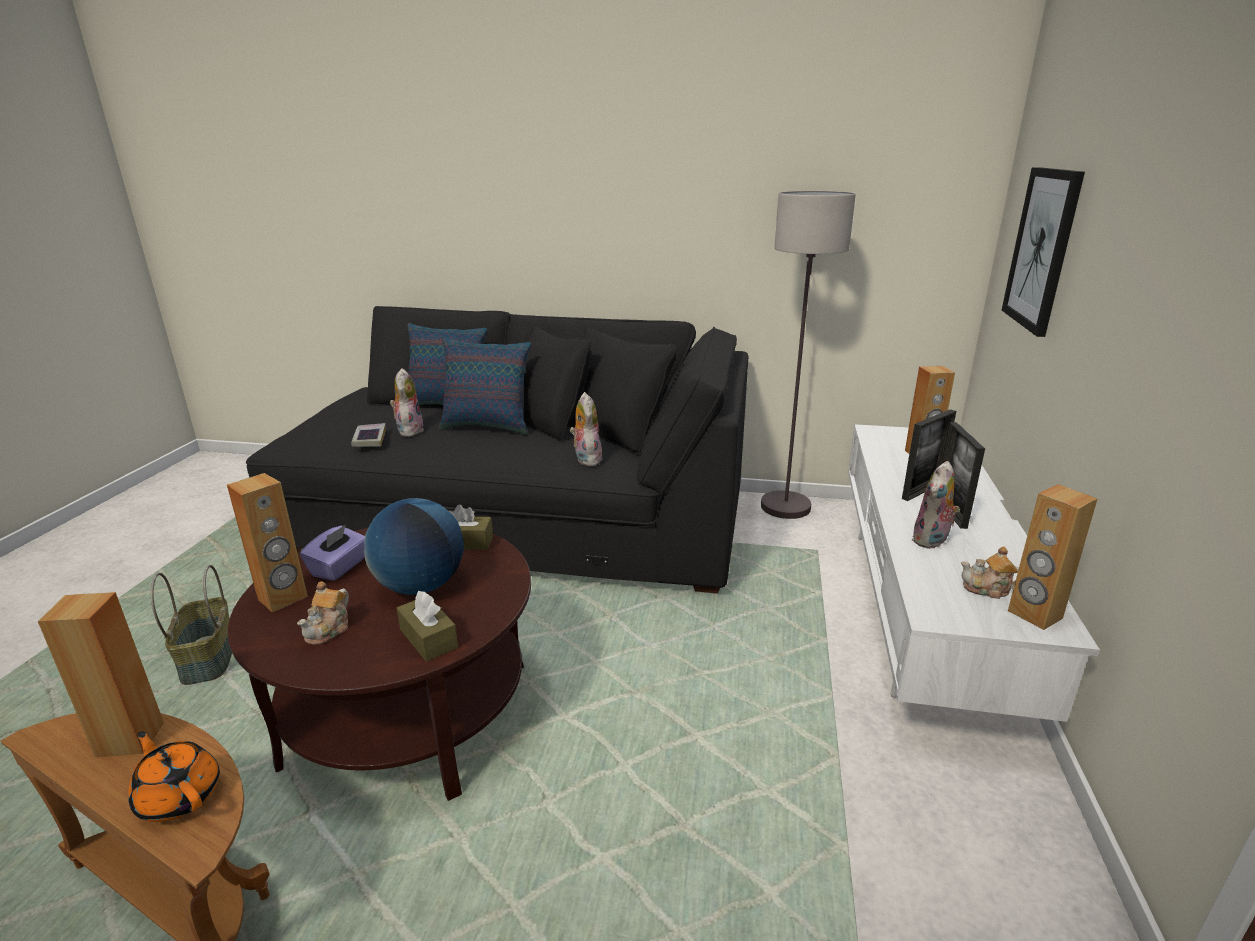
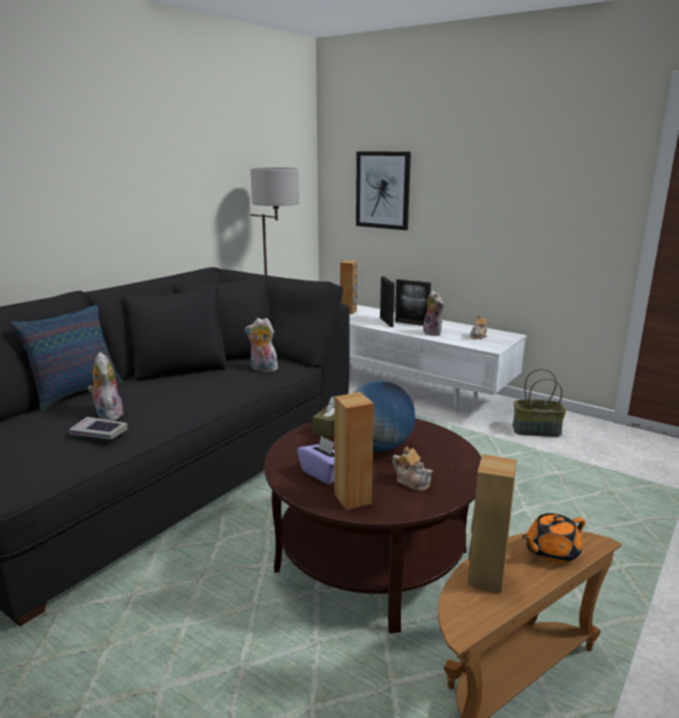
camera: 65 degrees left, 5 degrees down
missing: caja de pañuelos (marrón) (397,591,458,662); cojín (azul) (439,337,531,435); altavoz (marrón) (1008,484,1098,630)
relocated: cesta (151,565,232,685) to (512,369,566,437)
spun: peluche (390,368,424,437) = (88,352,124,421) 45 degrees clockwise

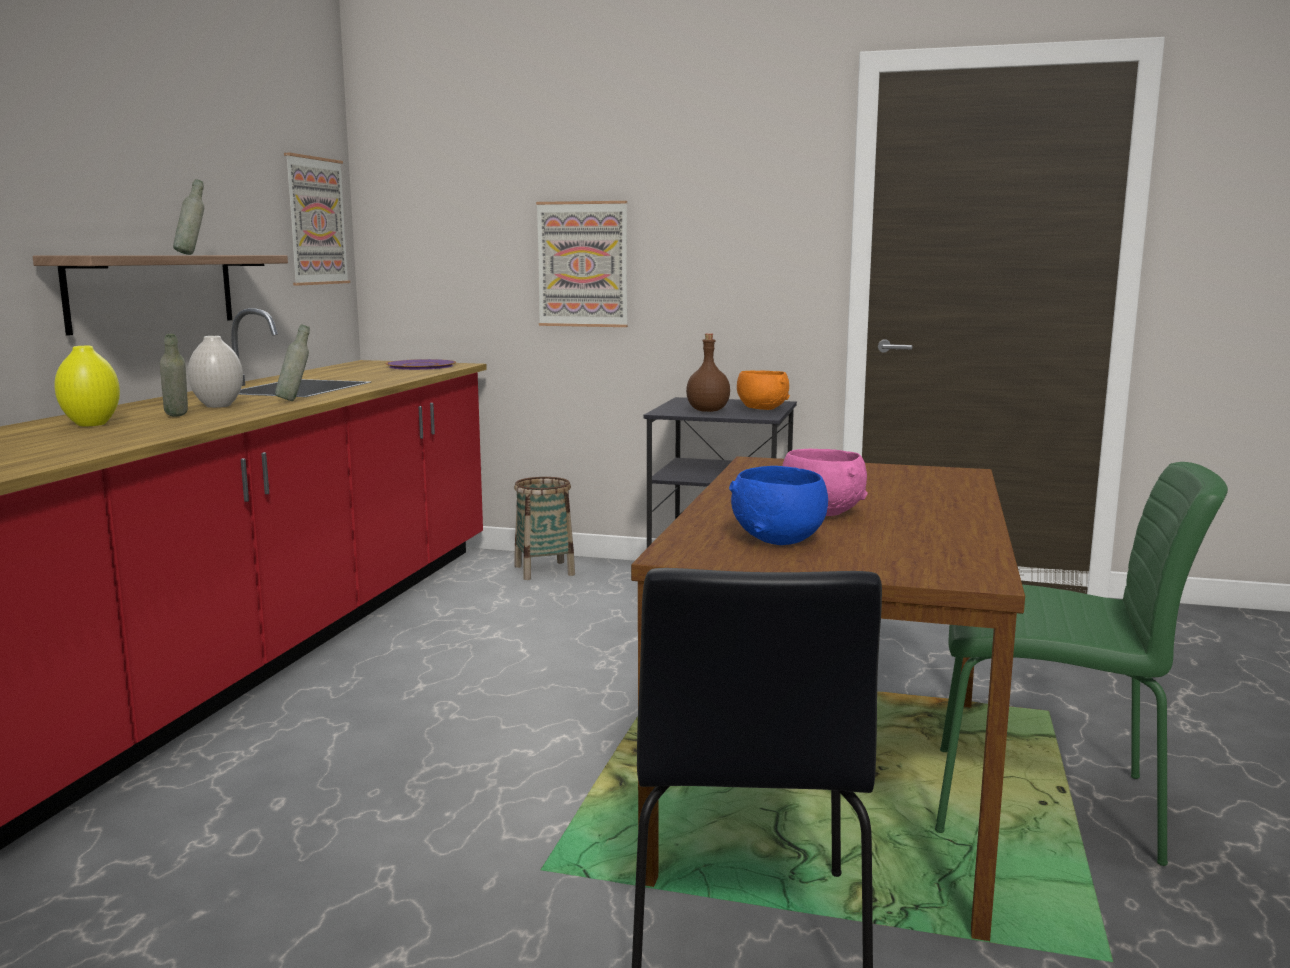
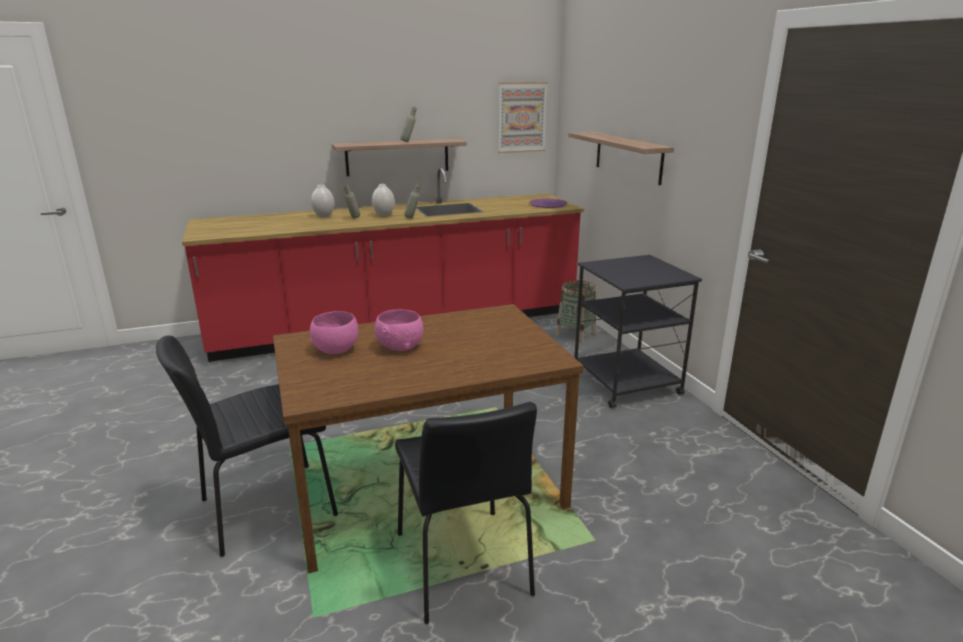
camera: 55 degrees right, 10 degrees up
missing: botella (marrón) (686,333,730,412); cuenco (naranja) (737,371,790,410)
exchanged: cuadro (536,201,628,327) to estante (568,132,674,185)
colour: florero (amarillo) (55,346,120,426) to florero (blanco) (311,185,335,218); cuenco (azul) (729,466,828,545) to cuenco (rosa) (310,311,358,354); silla (verde) (935,462,1228,866) to silla (negro) (395,402,537,624)

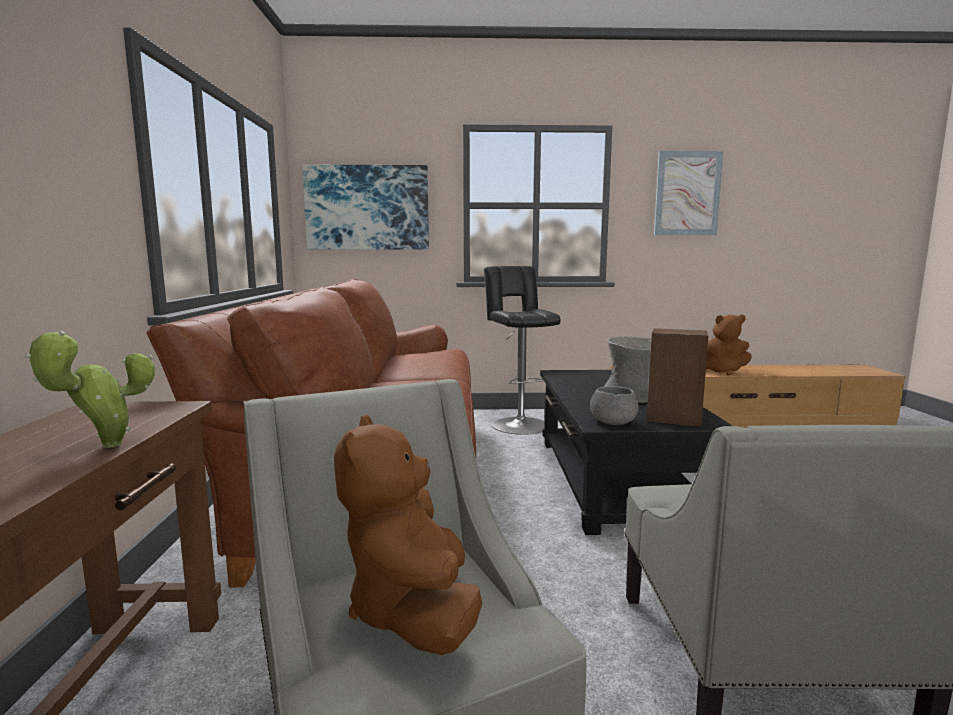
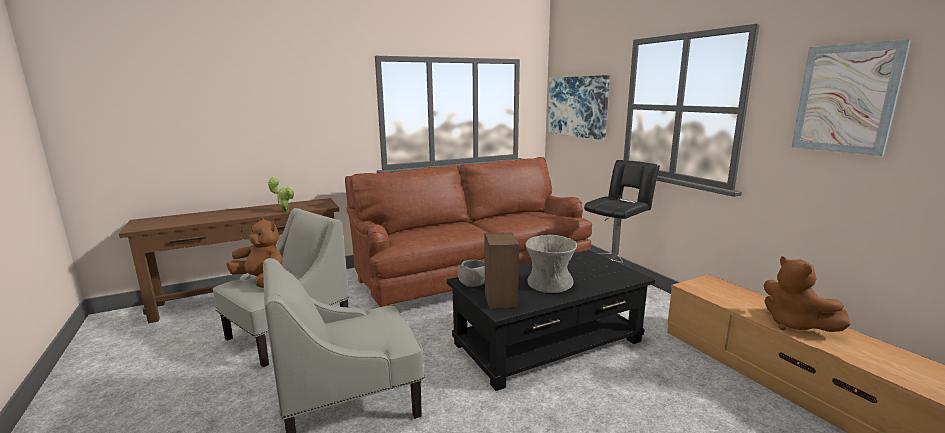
camera: 65 degrees right, 5 degrees up
spun: peluche (marrón) (334,415,482,655) = (226,217,282,288) 60 degrees clockwise

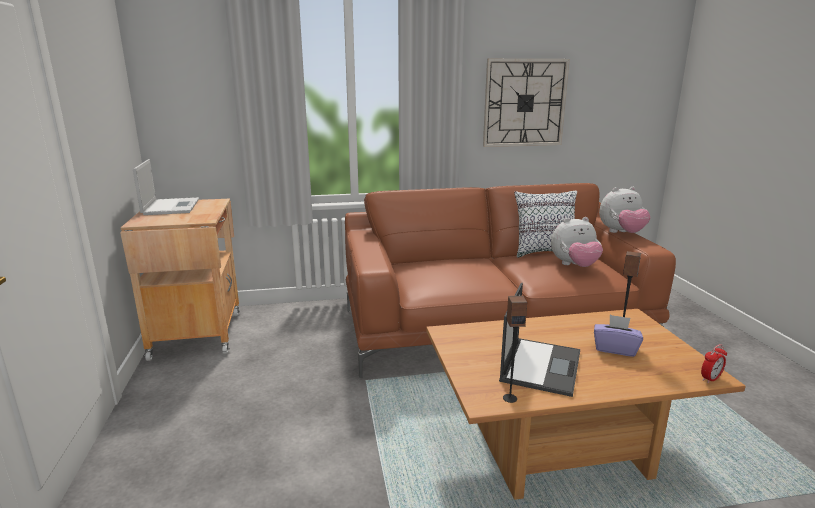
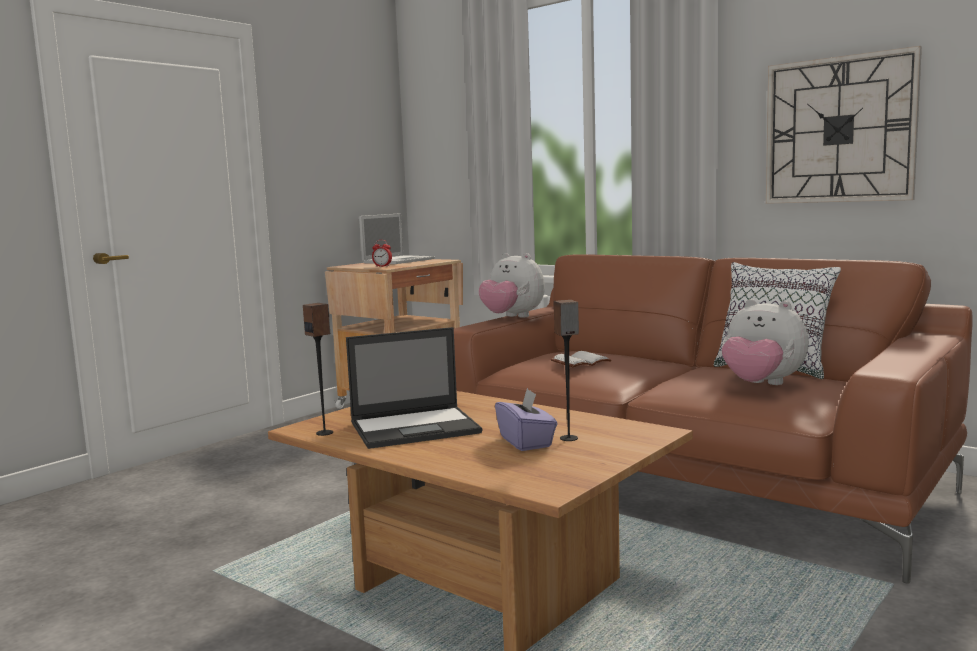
camera: 50 degrees right, 10 degrees down
appeared: libro (blanco) (551,351,611,367)
relocated: peluche (599,187,651,233) to (479,253,545,318); despertador (701,344,727,383) to (372,240,392,267)

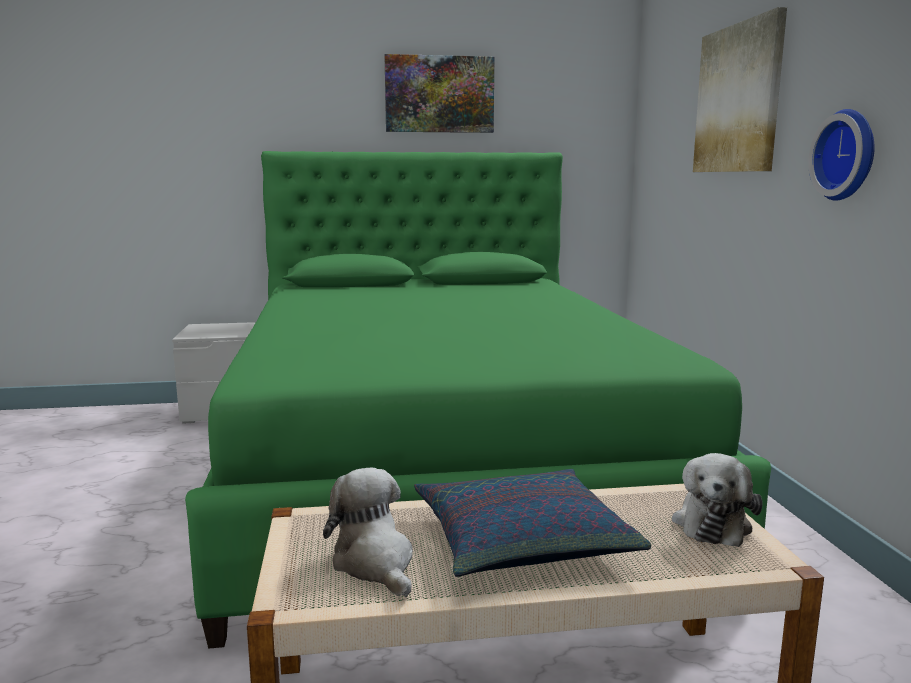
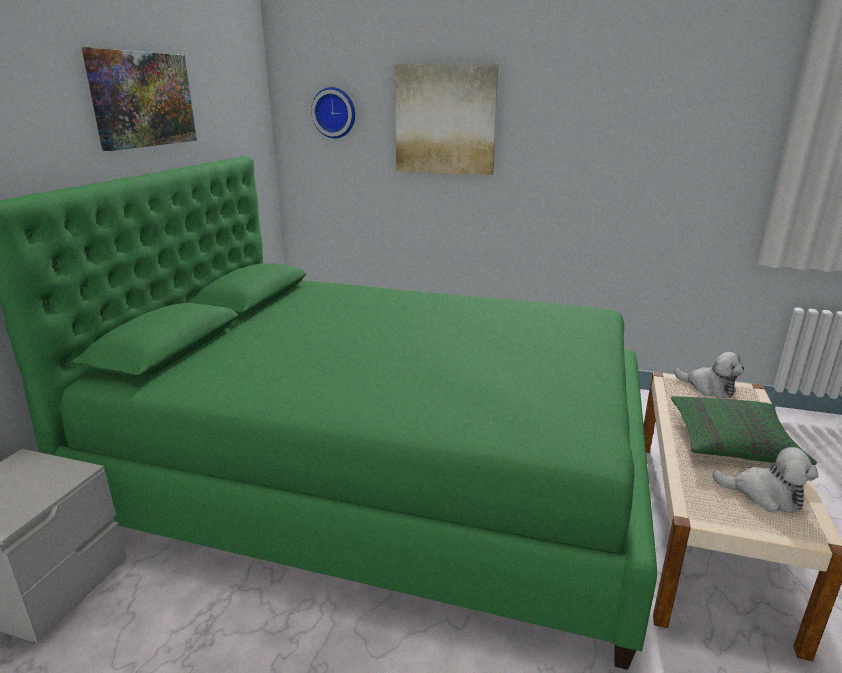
camera: 65 degrees left, 10 degrees up
relocated: reloj de pared (808,109,875,201) to (311,87,355,138)
colour: cojín (azul) (414,469,651,577) to cojín (verde) (671,396,817,465)
spun: peluche (323,468,413,597) = (713,447,818,513) 150 degrees counterclockwise

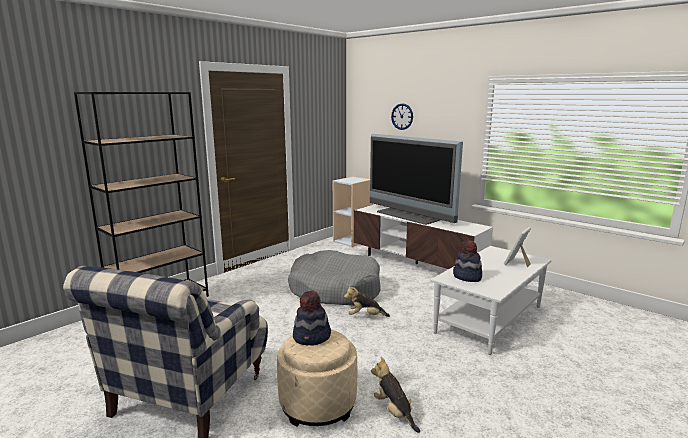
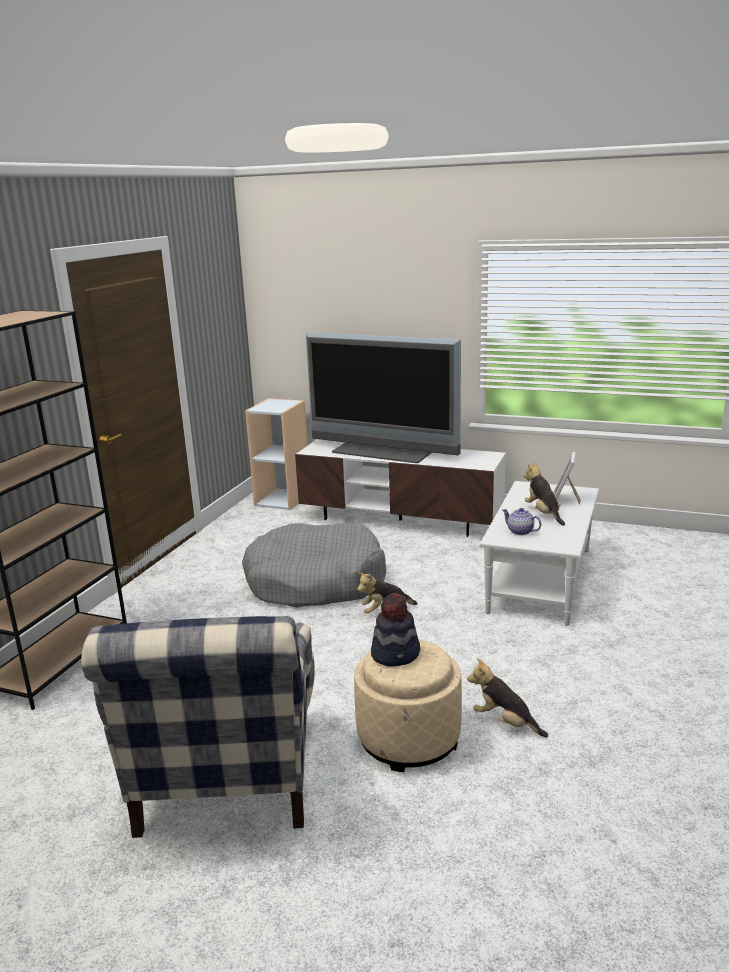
camera: 20 degrees left, 5 degrees up
missing: reloj de pared (391,103,413,130)
appeared: peluche (523,461,565,526)
exchanged: sombrero (453,240,482,282) to tetera (502,508,541,535)

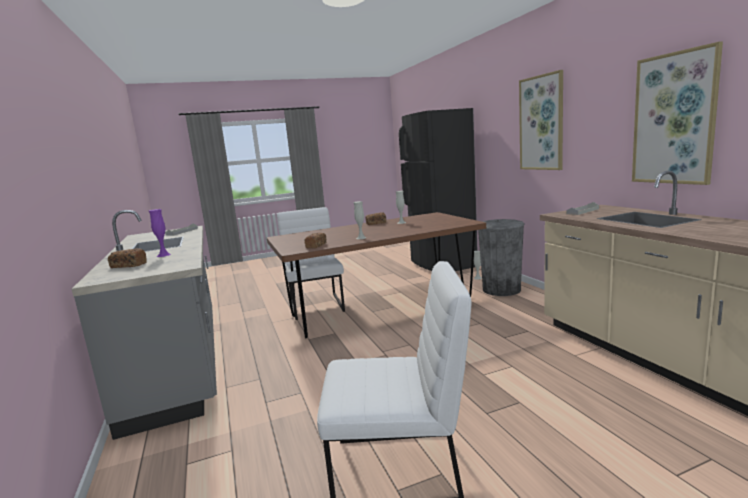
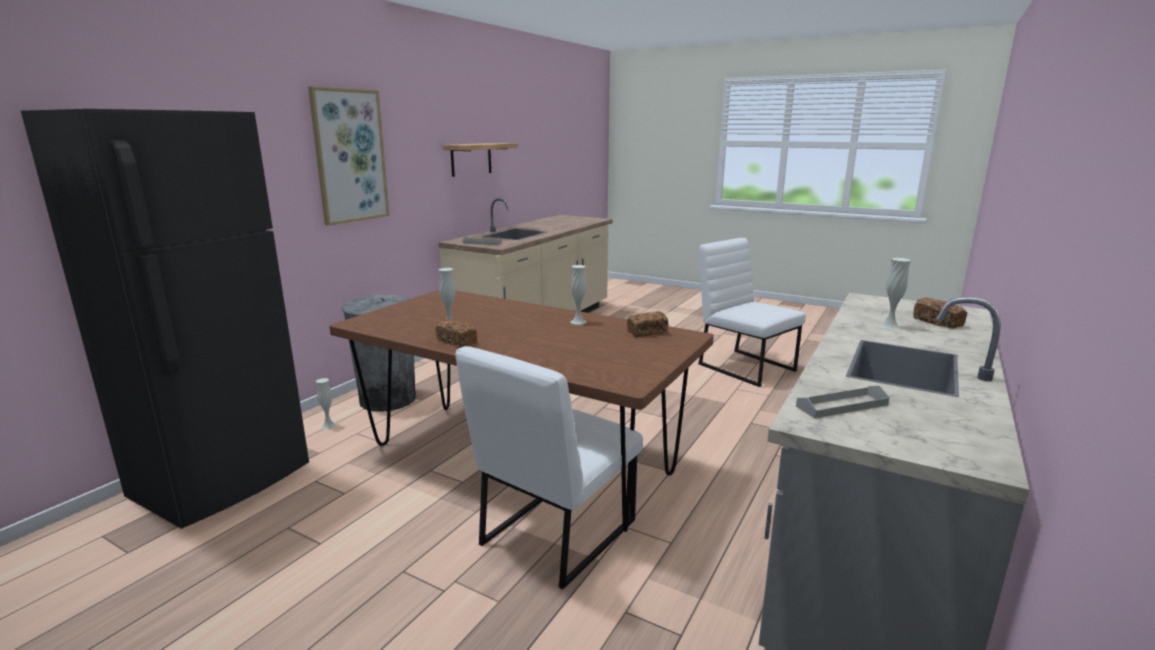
camera: 130 degrees left, 5 degrees up
exchanged: cuadro (632,41,723,185) to estante (442,143,518,177)
colour: florero (morado) (149,209,171,257) to florero (blanco) (879,258,911,330)

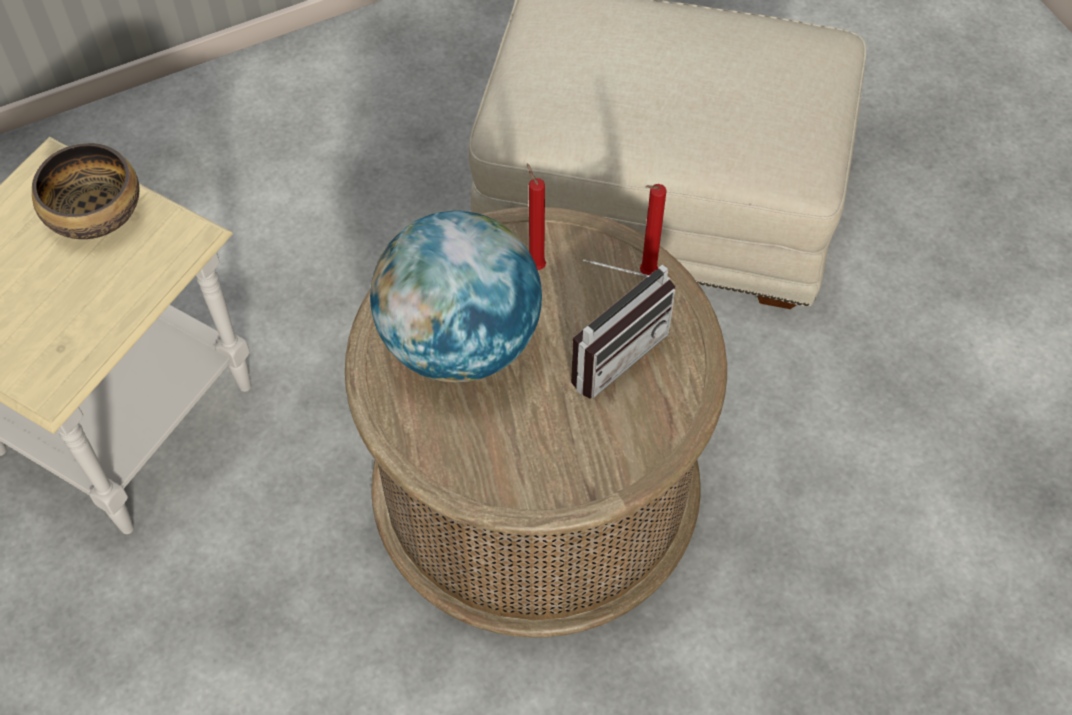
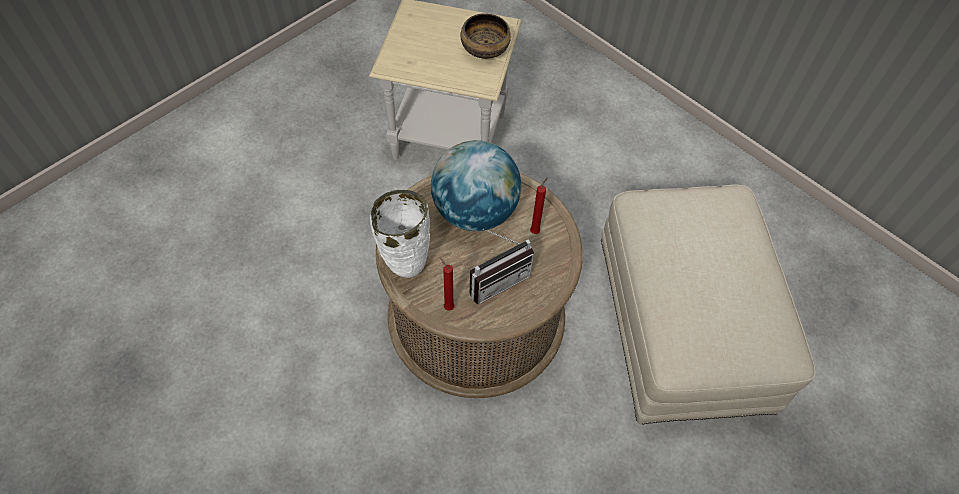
camera: 70 degrees right, 0 degrees up
appeared: florero (blanco) (370,190,430,278)
relocated: vela (rojo) (640,184,667,275) to (440,258,454,311)
spun: radio (571,259,675,399) = (470,229,534,304) 60 degrees counterclockwise

